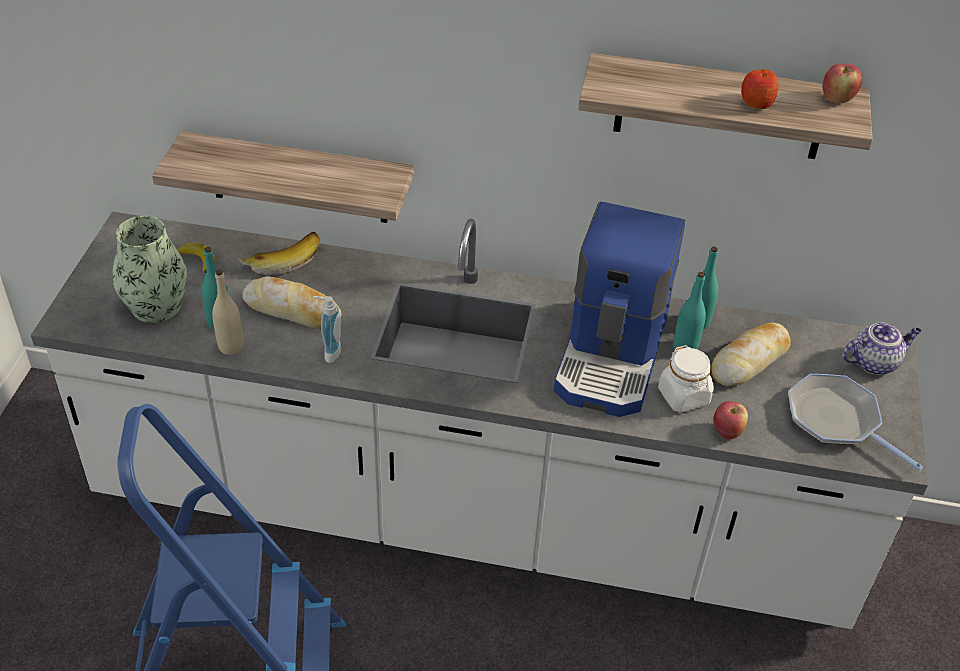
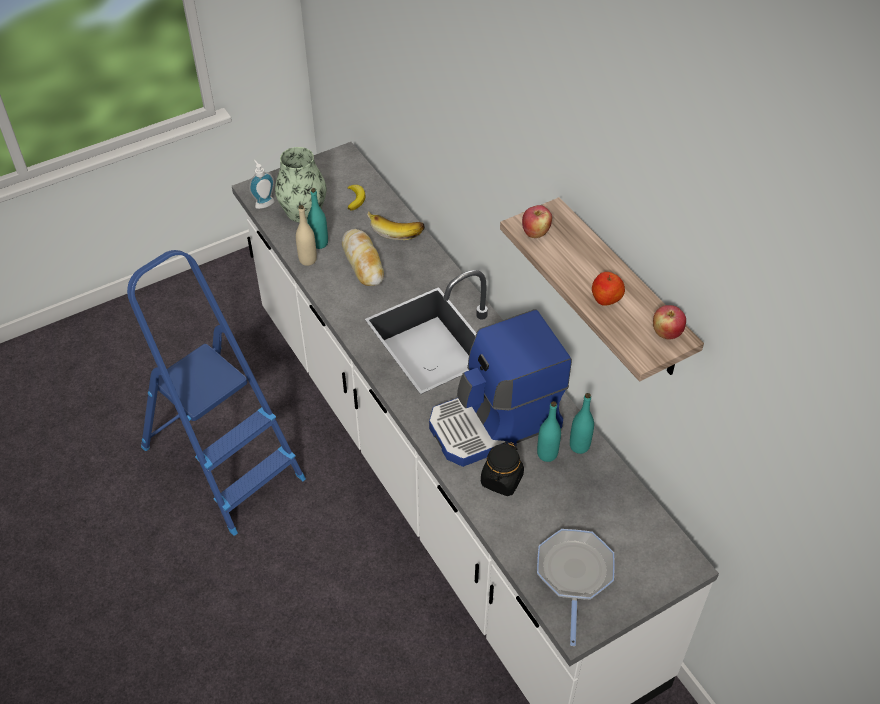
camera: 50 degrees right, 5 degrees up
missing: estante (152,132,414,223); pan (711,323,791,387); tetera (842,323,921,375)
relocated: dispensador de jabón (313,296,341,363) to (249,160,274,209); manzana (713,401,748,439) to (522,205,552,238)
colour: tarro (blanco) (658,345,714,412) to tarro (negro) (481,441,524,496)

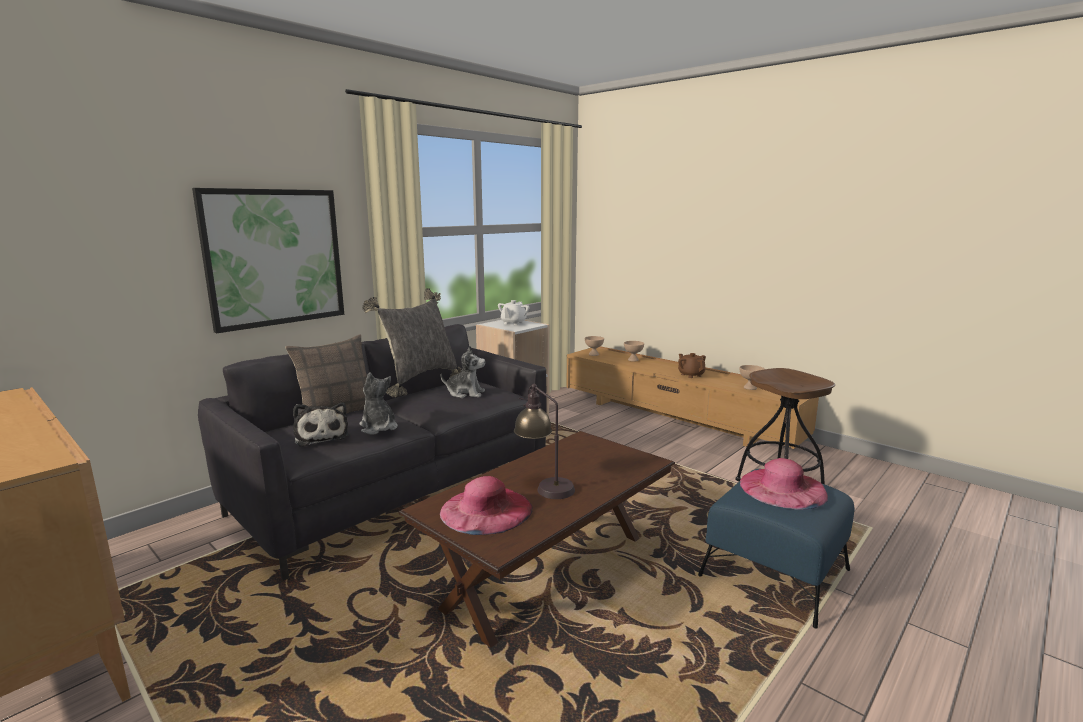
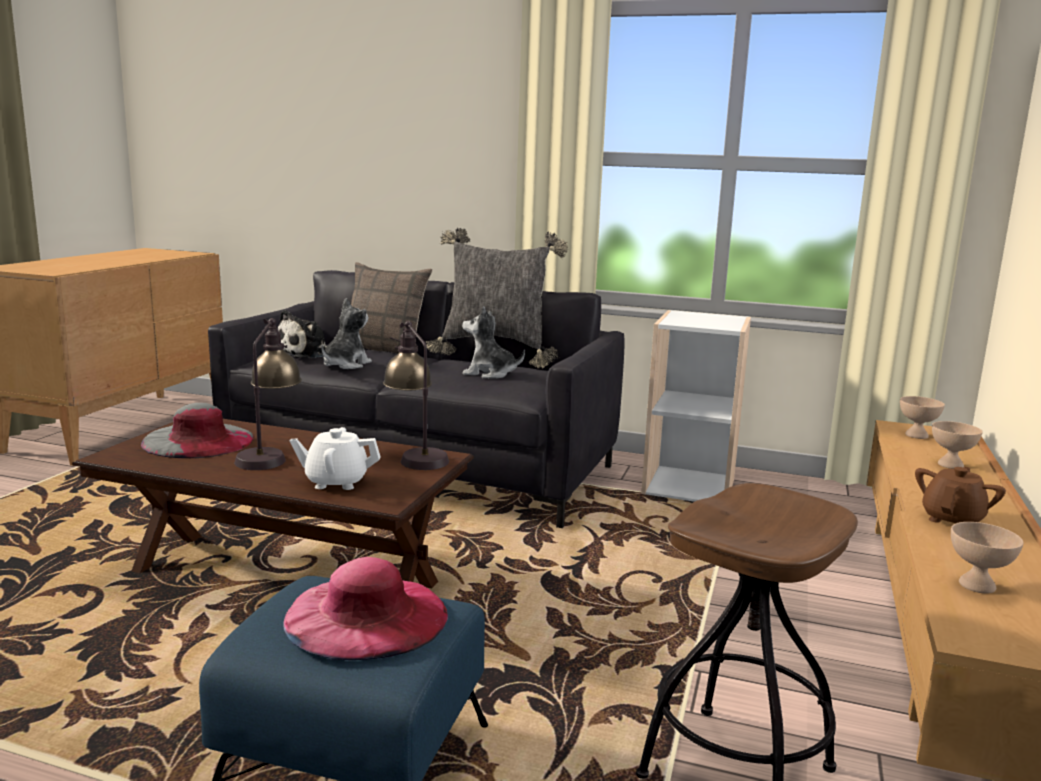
camera: 65 degrees right, 0 degrees up
missing: cuadro (192,188,344,333)
appeared: lámpara de mesa (383,321,449,470)
relocated: tetera (blanco) (498,300,529,325) to (290,427,381,490)
colour: sombrero (rosa) (440,476,532,535) to sombrero (gris) (141,403,254,458)
spun: peluche (440,346,486,398) = (462,306,525,378) 120 degrees clockwise

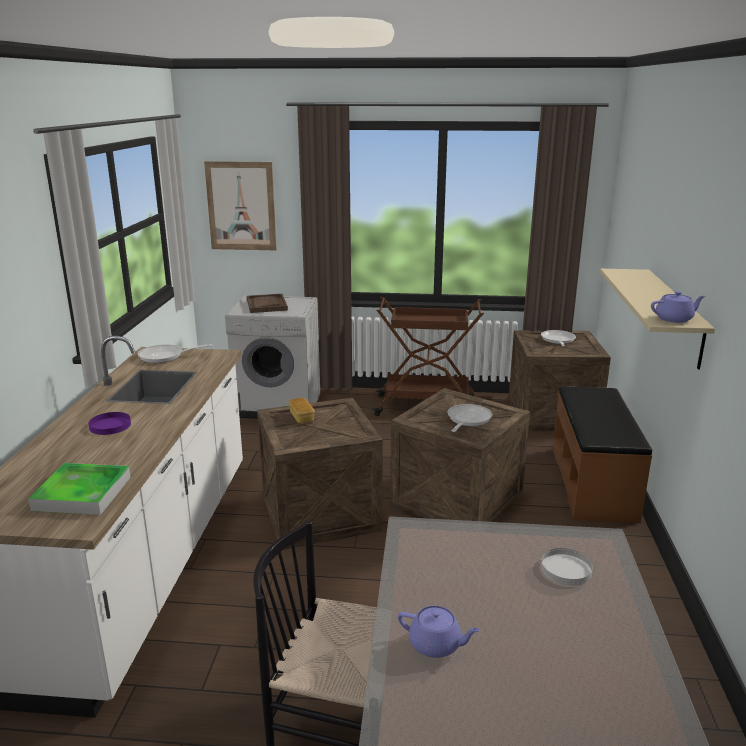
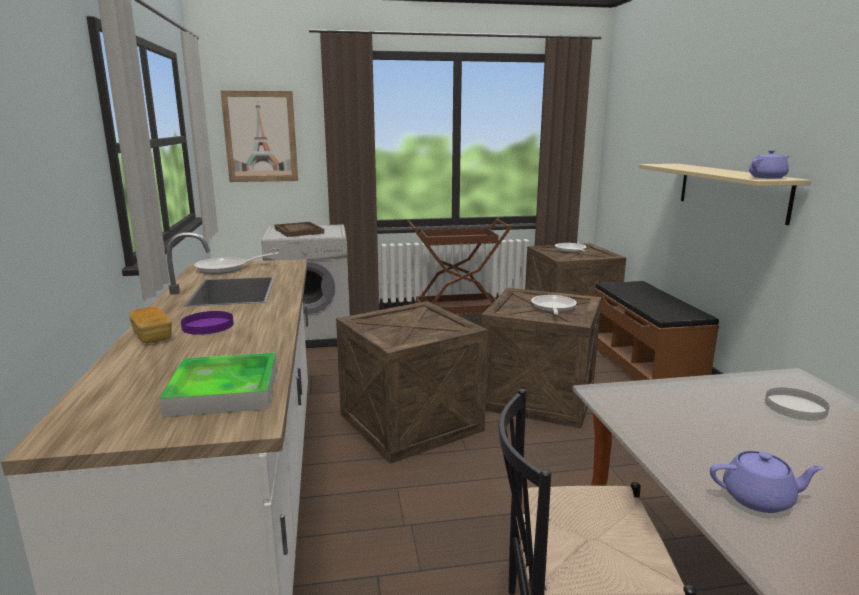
camera: 15 degrees left, 5 degrees down
relocated: pan (289,398,315,423) to (129,307,172,343)

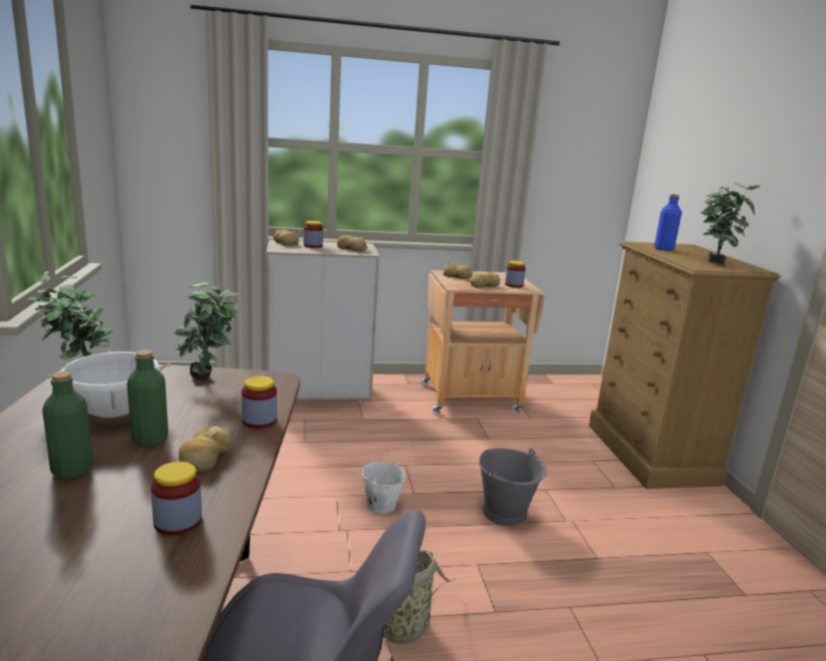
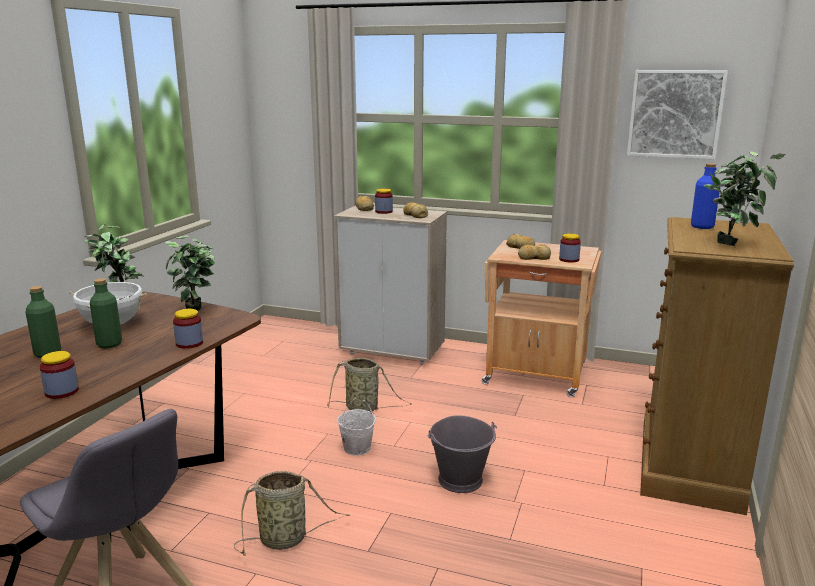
camera: 30 degrees right, 0 degrees up
missing: pan (179,425,232,472)
appeared: cesta (327,358,411,412); cuadro (627,70,728,159)

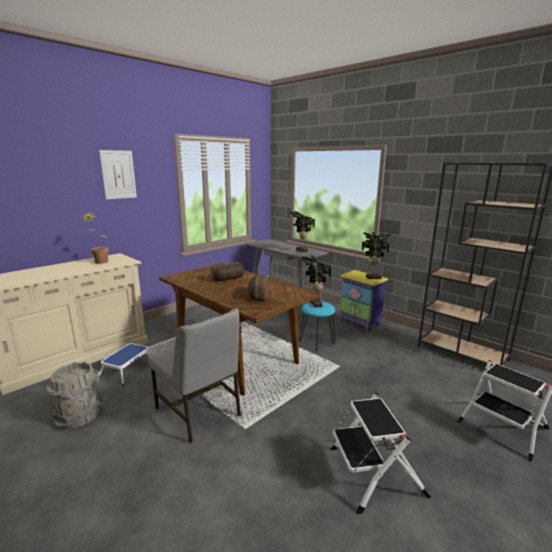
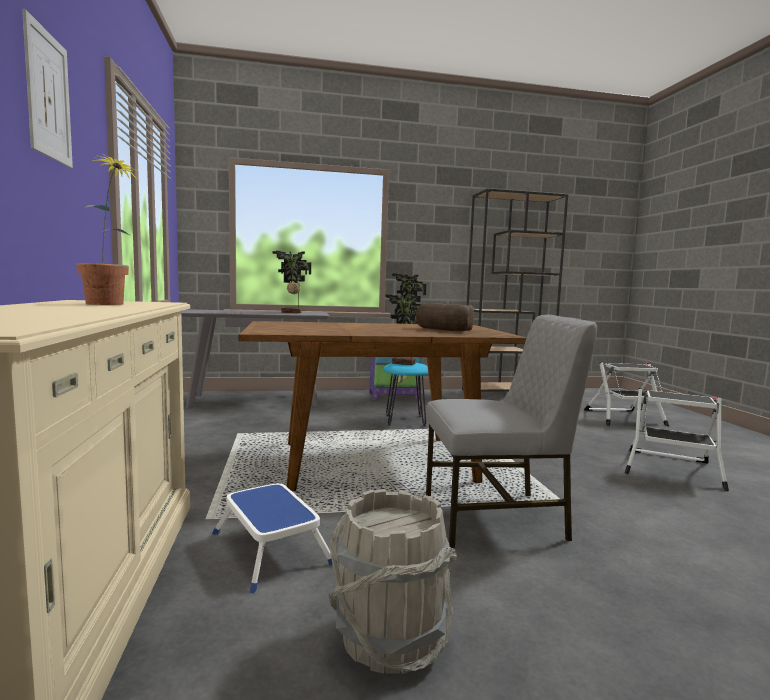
camera: 55 degrees left, 10 degrees down
missing: pan (211,262,244,281)

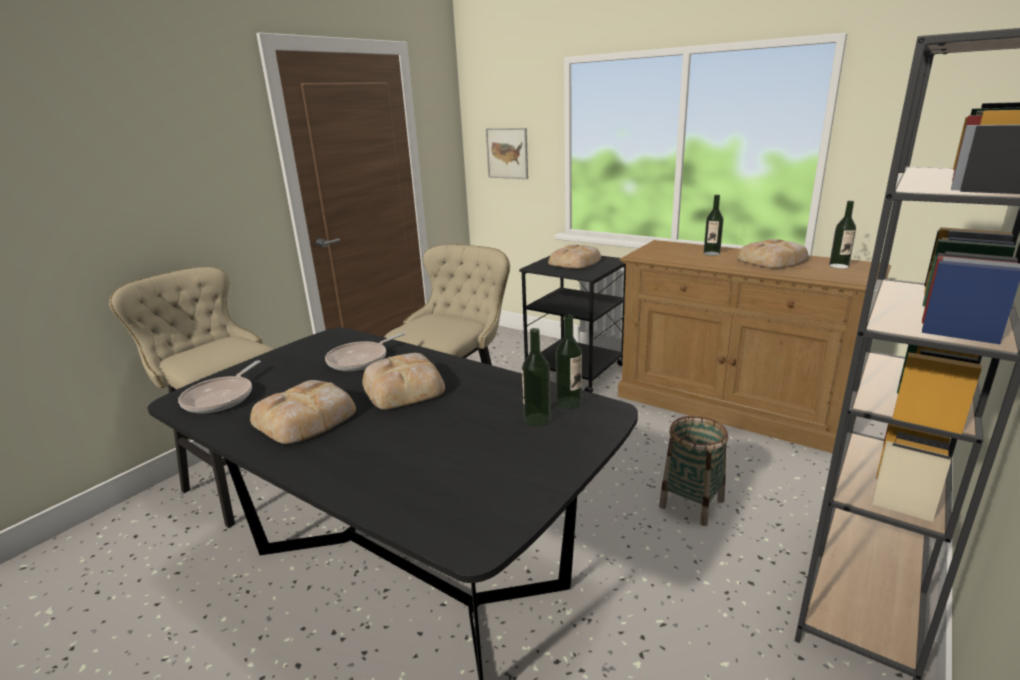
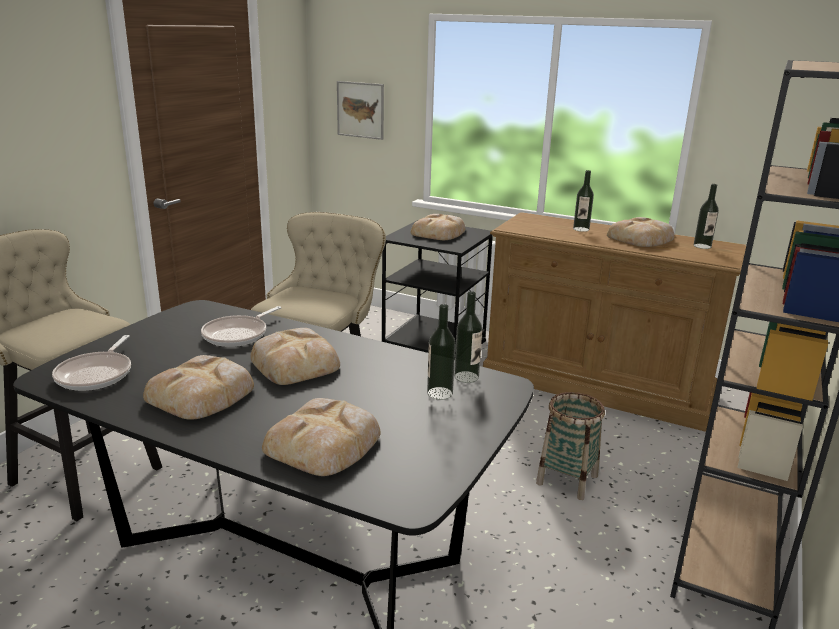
camera: 10 degrees left, 0 degrees up
appeared: pan (262,398,381,476)

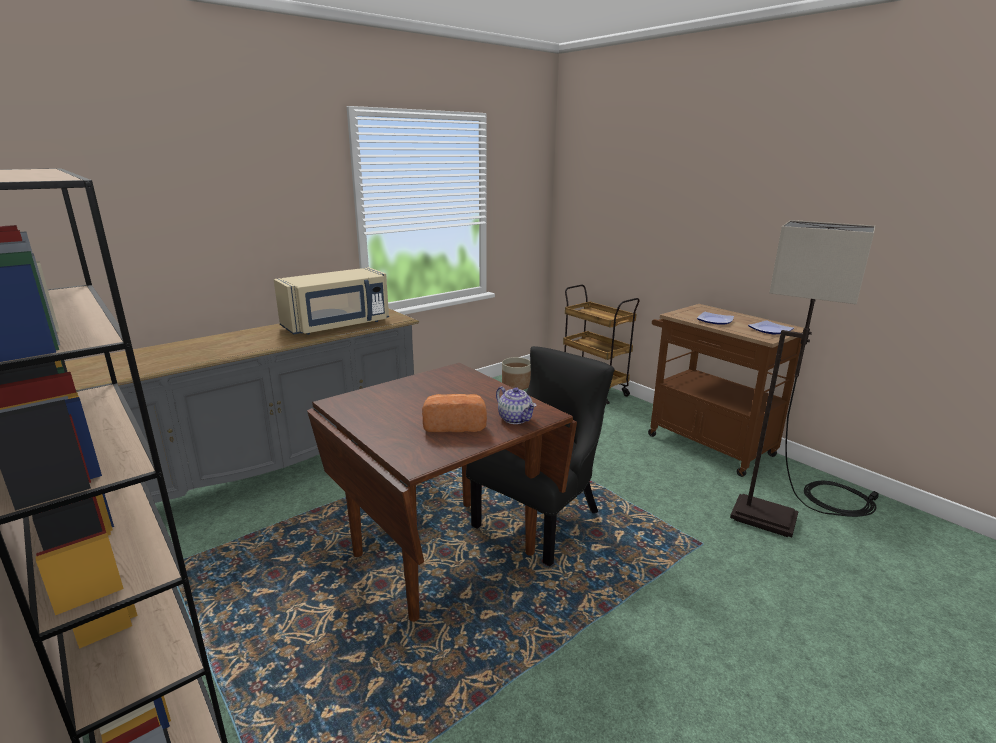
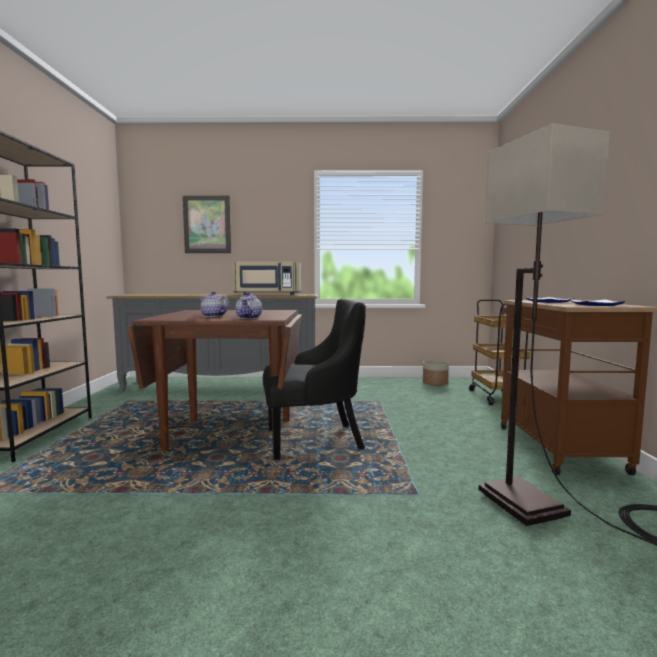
camera: 40 degrees right, 15 degrees down
appeared: cuadro (183,196,231,253)
exchanged: pan (422,394,487,432) to tetera (200,292,229,317)

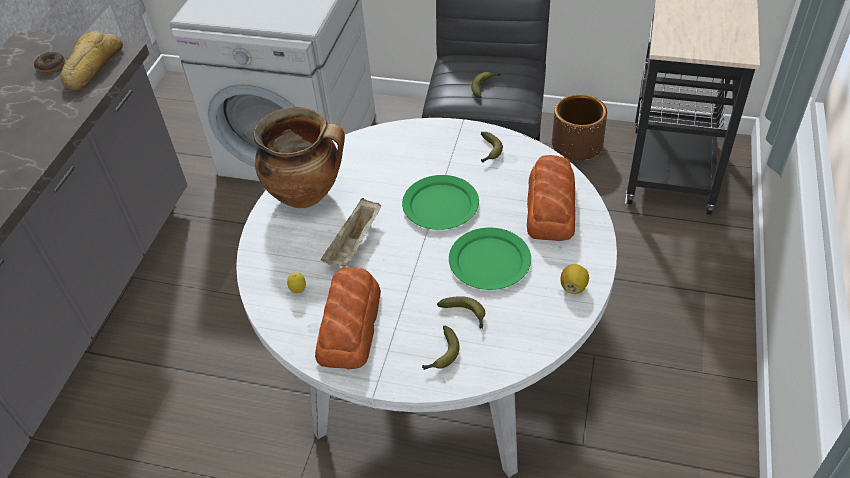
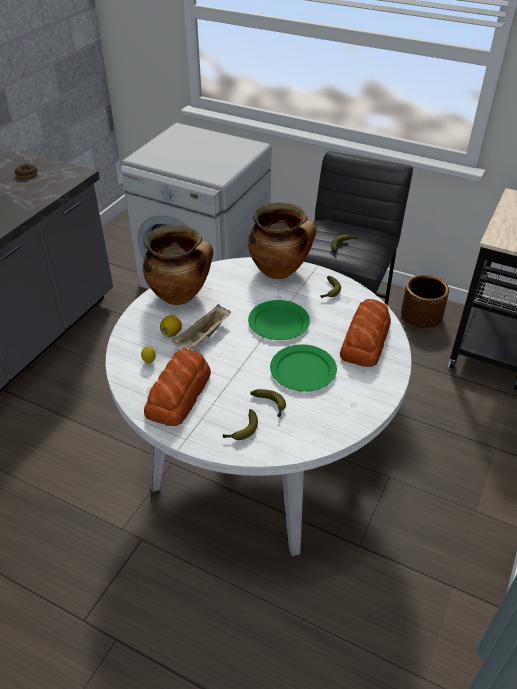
camera: 10 degrees right, 5 degrees down
missing: pan (60,31,123,91)
appeared: olla (248,203,316,279)
relocated: limón (560,264,589,294) to (160,315,182,337)

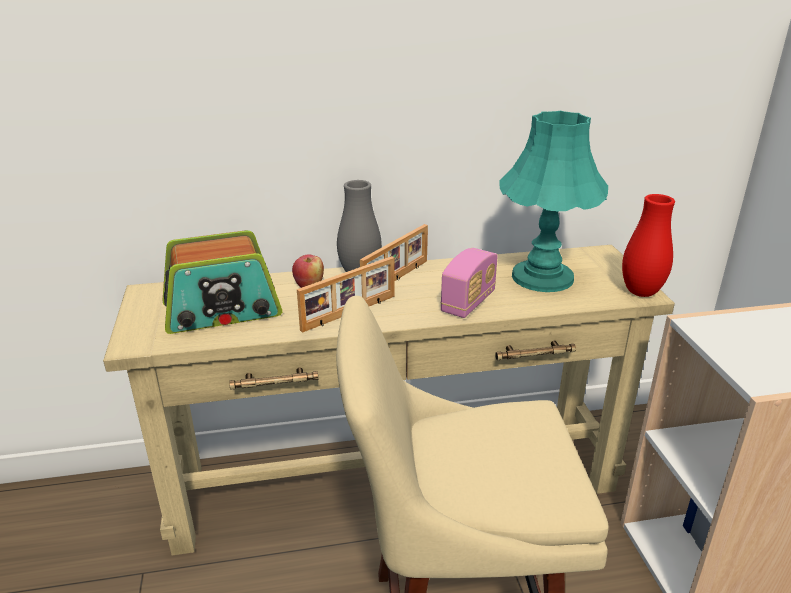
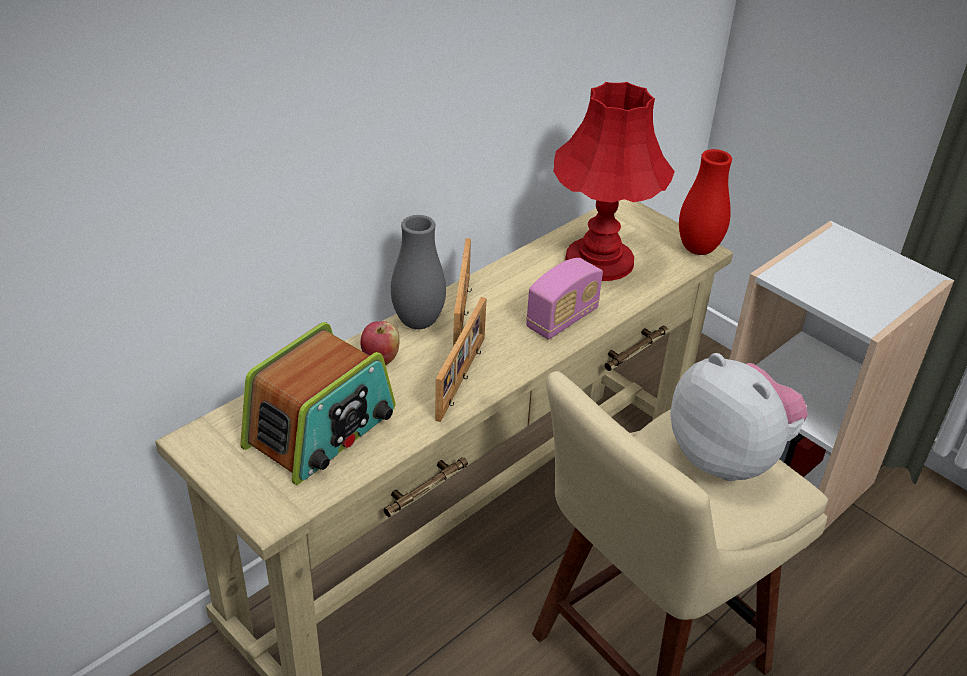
camera: 35 degrees left, 10 degrees up
appeared: peluche (670,353,808,481)
colour: lámpara de mesa (turquesa) (499,111,608,292) to lámpara de mesa (rojo) (553,82,675,281)
spun: radio (440,248,498,318) = (526,258,603,340) 45 degrees clockwise

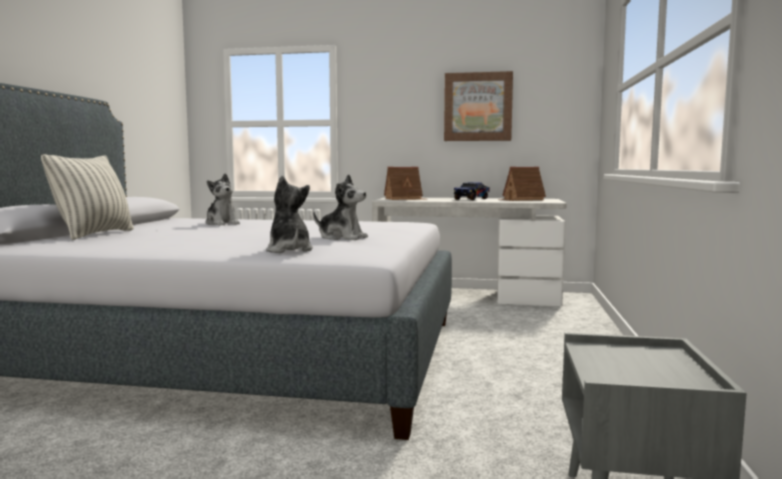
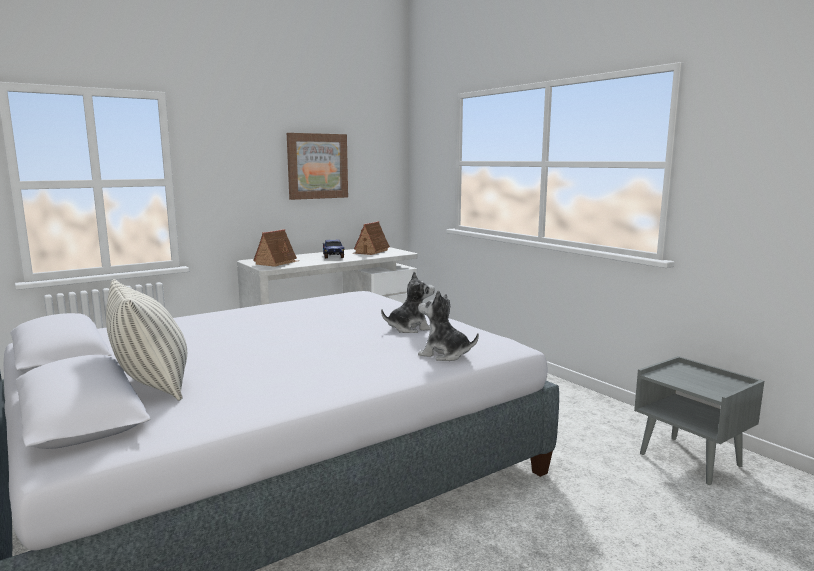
camera: 45 degrees left, 5 degrees up
missing: peluche (205,174,240,226)

